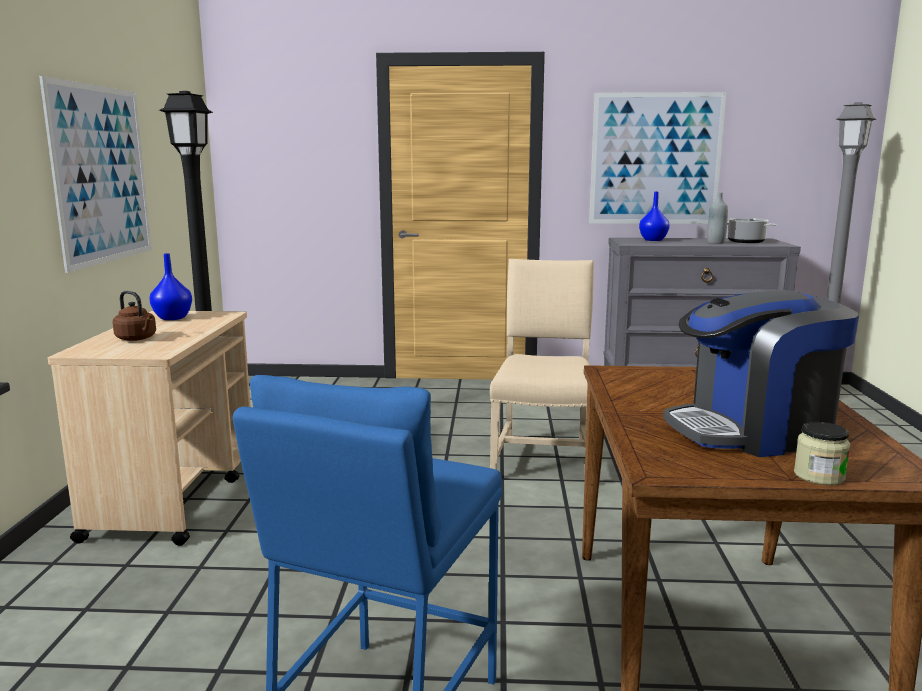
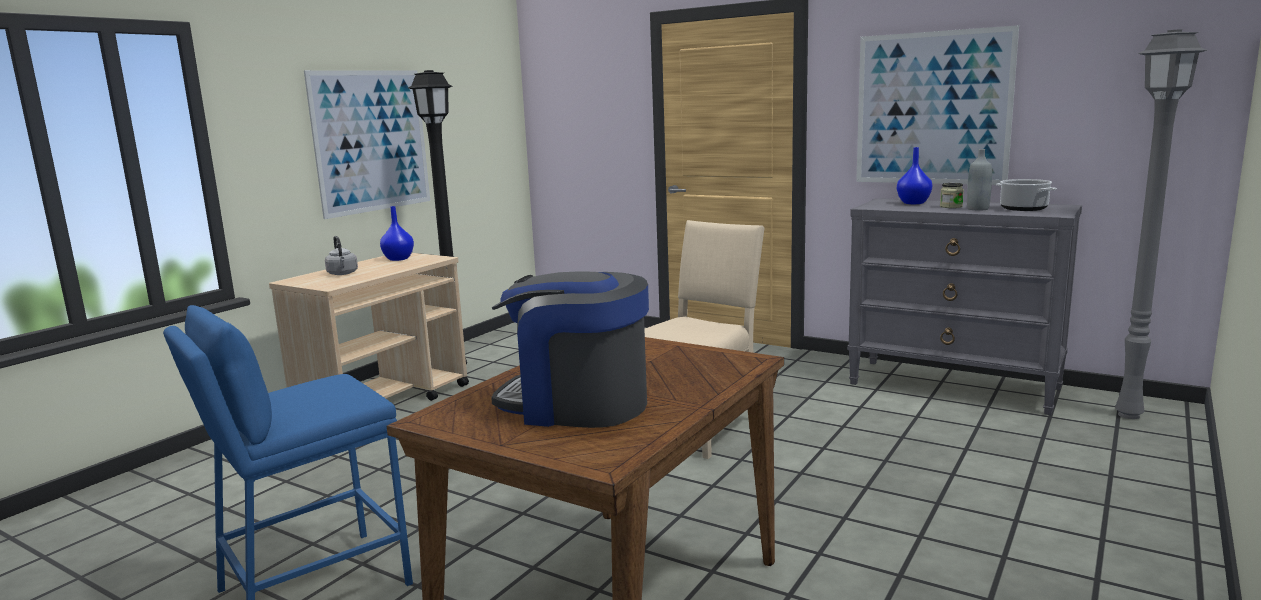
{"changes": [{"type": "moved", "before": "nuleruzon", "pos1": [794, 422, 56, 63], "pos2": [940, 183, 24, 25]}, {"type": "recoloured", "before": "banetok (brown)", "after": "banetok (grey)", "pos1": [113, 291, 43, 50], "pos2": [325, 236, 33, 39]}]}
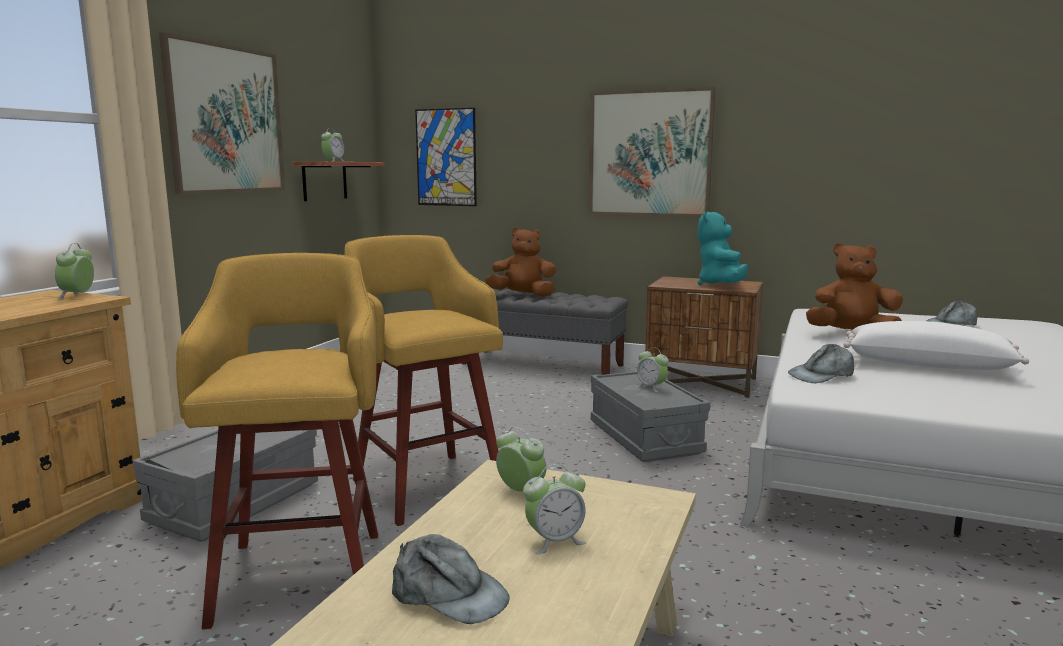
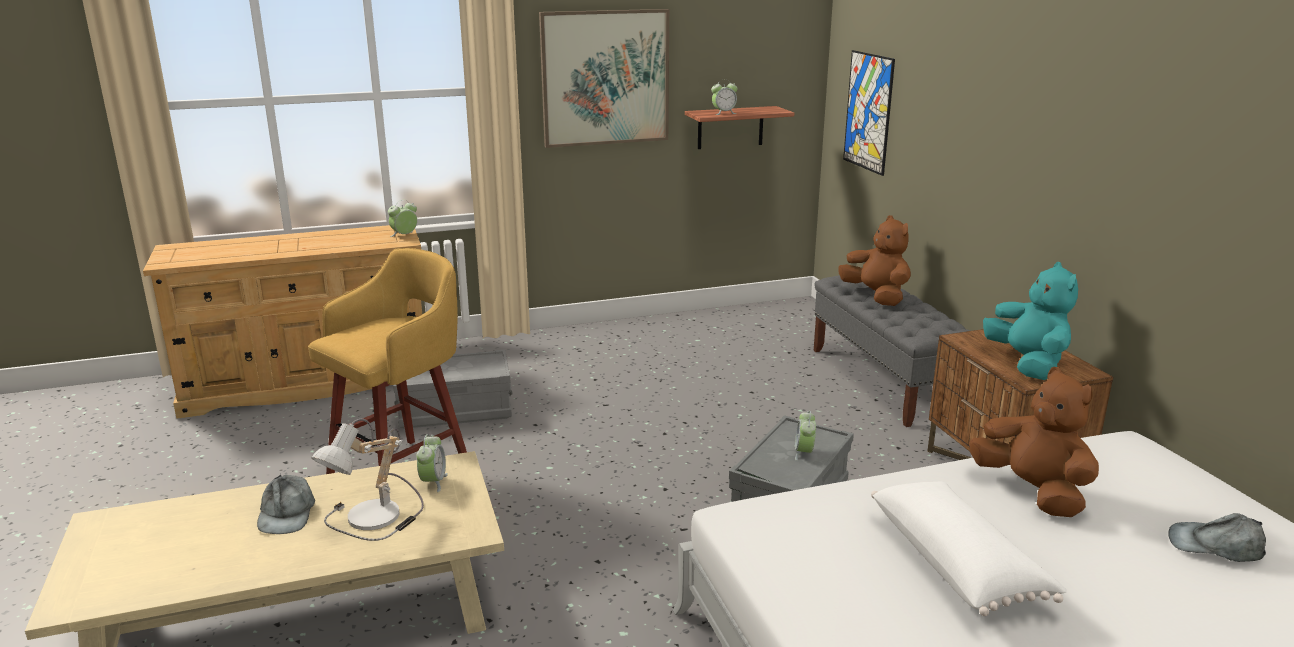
{"changes": [{"type": "removed", "before": "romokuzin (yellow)", "pos1": [344, 235, 159, 291]}, {"type": "removed", "before": "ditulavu", "pos1": [589, 87, 126, 130]}, {"type": "removed", "before": "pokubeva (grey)", "pos1": [788, 344, 66, 39]}, {"type": "replaced", "before": "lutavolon", "after": "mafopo", "pos1": [523, 464, 63, 90], "pos2": [311, 418, 113, 123]}, {"type": "turned", "before": "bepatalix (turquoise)", "pos1": [698, 211, 50, 74], "pos2": [983, 262, 95, 118], "turn": 105}]}
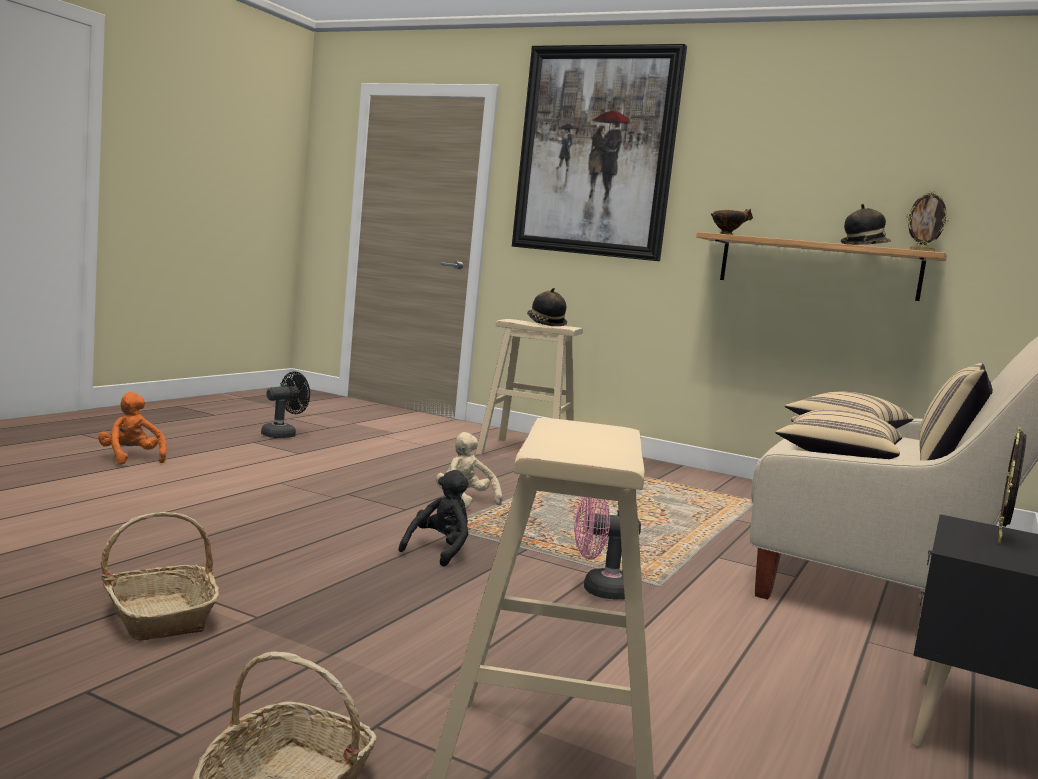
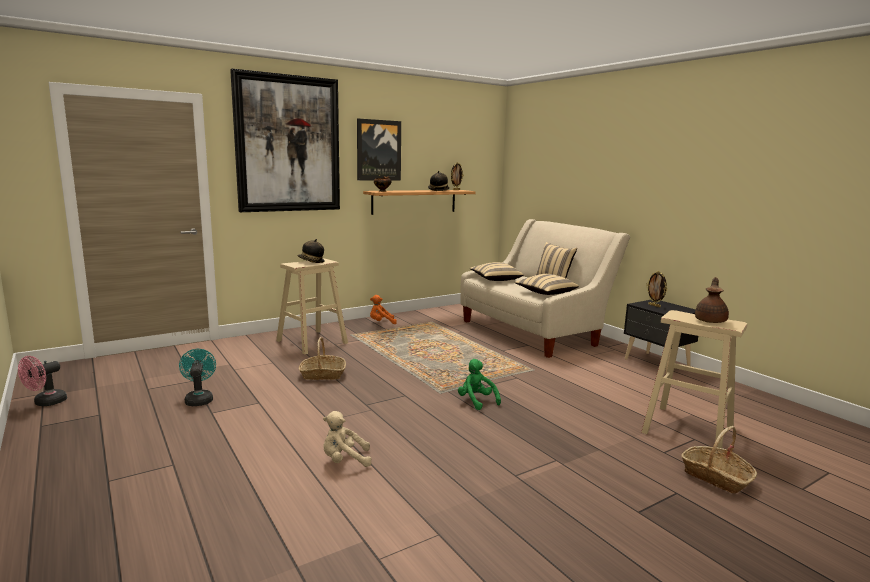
{"changes": [{"type": "added", "after": "ditulavu", "pos2": [357, 118, 44, 62]}, {"type": "added", "after": "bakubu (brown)", "pos2": [695, 277, 34, 46]}, {"type": "moved", "before": "bepatalix (orange)", "pos1": [98, 392, 69, 73], "pos2": [370, 295, 27, 29]}, {"type": "moved", "before": "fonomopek", "pos1": [101, 512, 118, 129], "pos2": [299, 337, 47, 43]}, {"type": "moved", "before": "bepatalix (beige)", "pos1": [436, 432, 67, 76], "pos2": [323, 411, 49, 56]}, {"type": "moved", "before": "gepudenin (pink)", "pos1": [575, 497, 66, 103], "pos2": [18, 356, 49, 50]}, {"type": "recoloured", "before": "gepudenin (black)", "after": "gepudenin (turquoise)", "pos1": [261, 371, 49, 67], "pos2": [179, 349, 37, 57]}, {"type": "recoloured", "before": "bepatalix (black)", "after": "bepatalix (green)", "pos1": [398, 470, 70, 97], "pos2": [458, 359, 43, 51]}]}
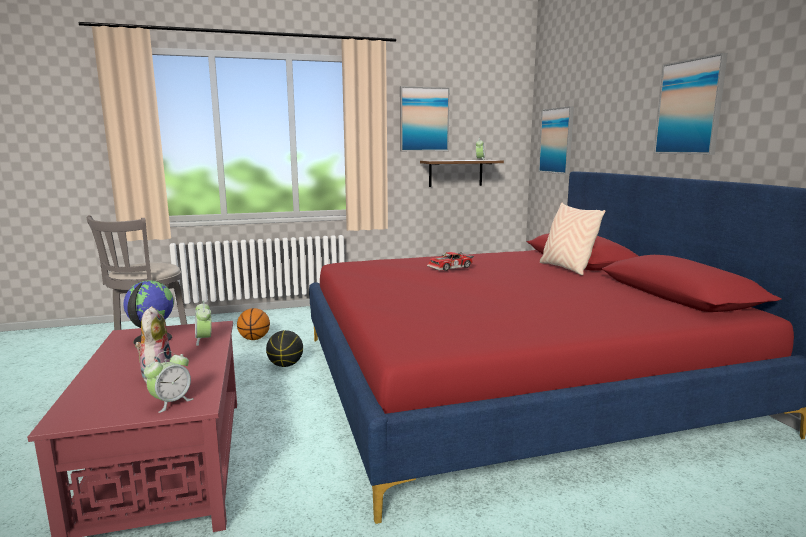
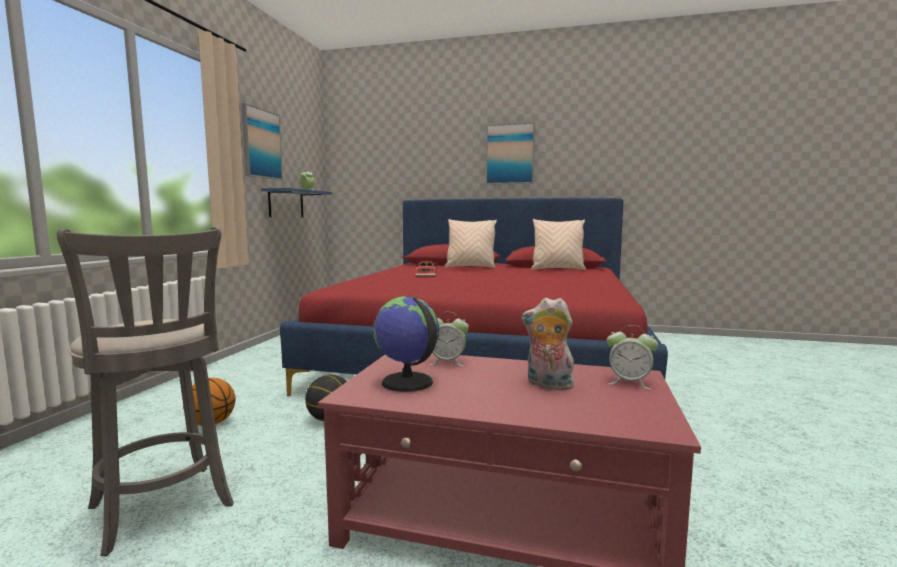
{"changes": [{"type": "removed", "before": "ditulavu", "pos1": [538, 106, 36, 68]}, {"type": "added", "after": "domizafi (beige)", "pos2": [531, 219, 55, 51]}, {"type": "recoloured", "before": "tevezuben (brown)", "after": "tevezuben (blue)", "pos1": [420, 160, 84, 27], "pos2": [261, 188, 71, 29]}, {"type": "turned", "before": "lutavolon", "pos1": [144, 351, 50, 62], "pos2": [607, 325, 51, 65], "turn": 135}]}
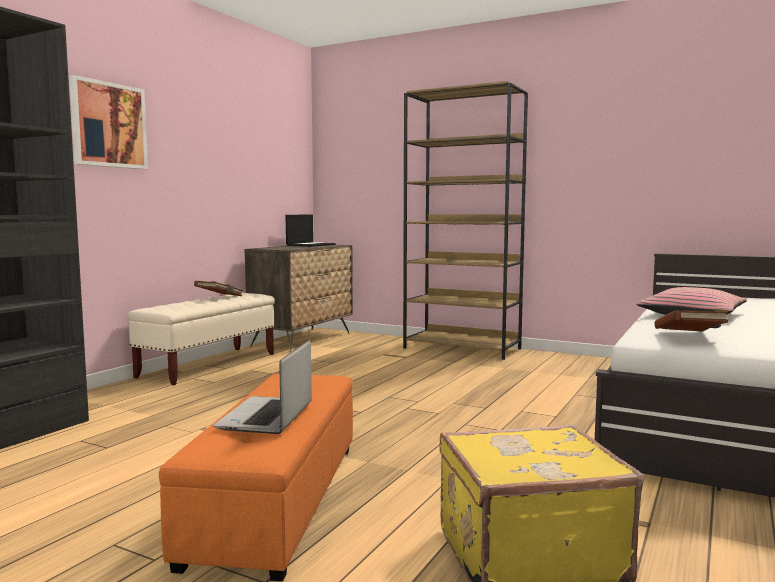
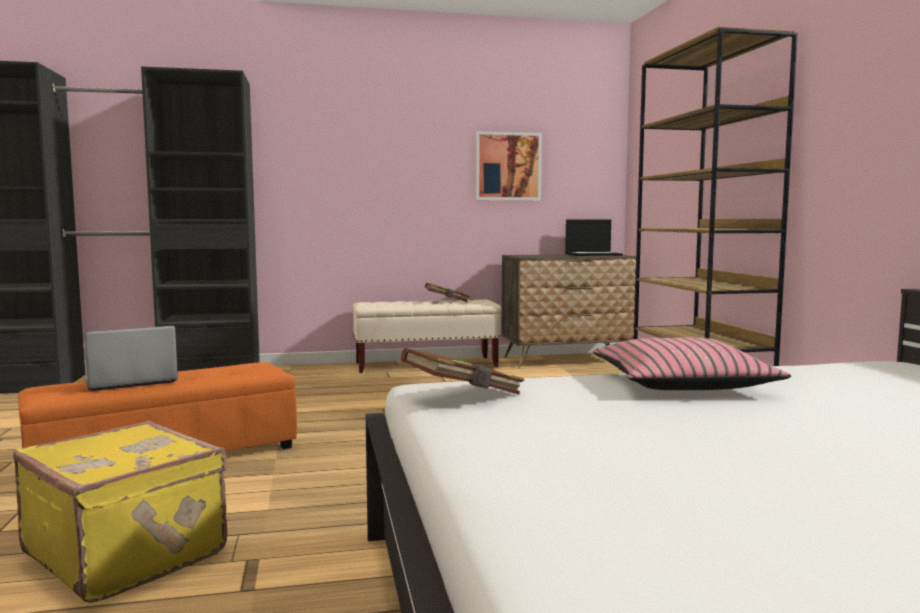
{"changes": [{"type": "moved", "before": "ditulavu", "pos1": [69, 75, 79, 94], "pos2": [475, 131, 67, 70]}]}
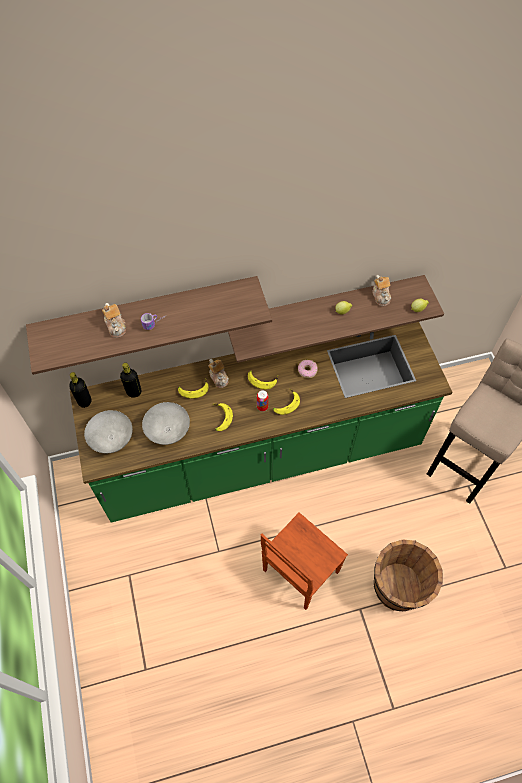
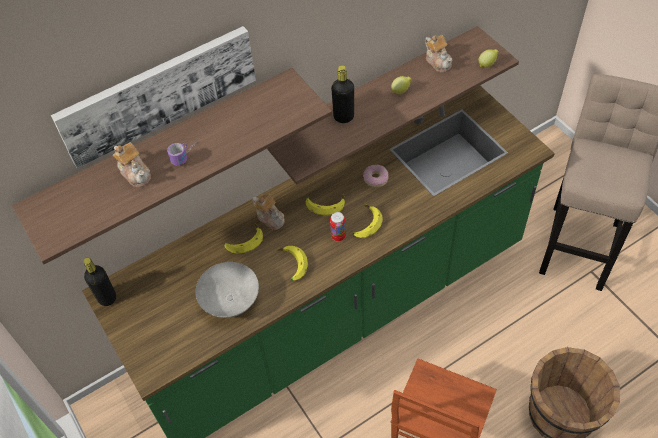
{"changes": [{"type": "removed", "before": "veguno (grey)", "pos1": [84, 410, 49, 43]}, {"type": "added", "after": "ditulavu", "pos2": [51, 26, 205, 142]}, {"type": "moved", "before": "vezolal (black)", "pos1": [120, 363, 22, 35], "pos2": [331, 65, 23, 58]}]}
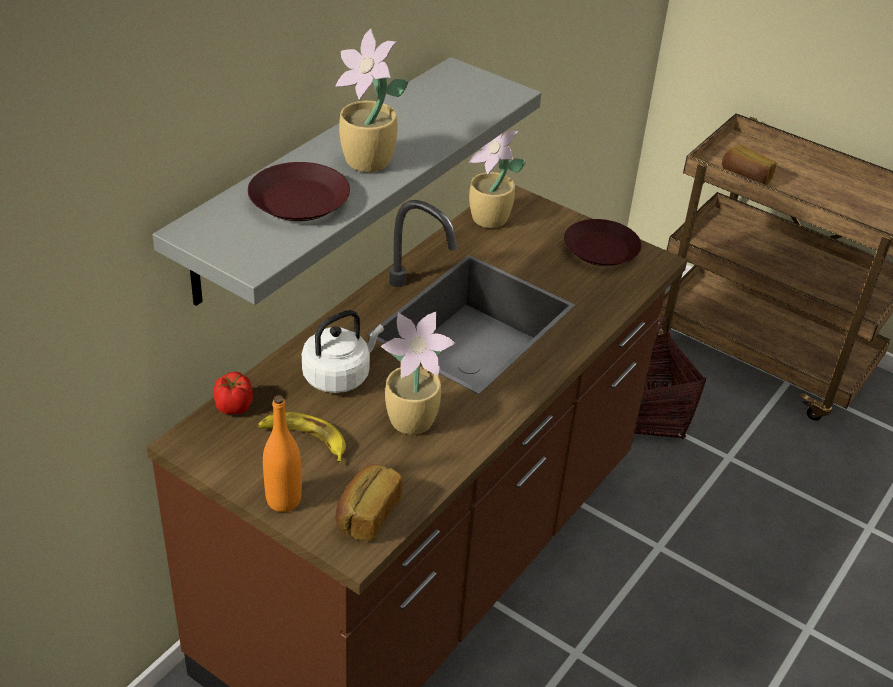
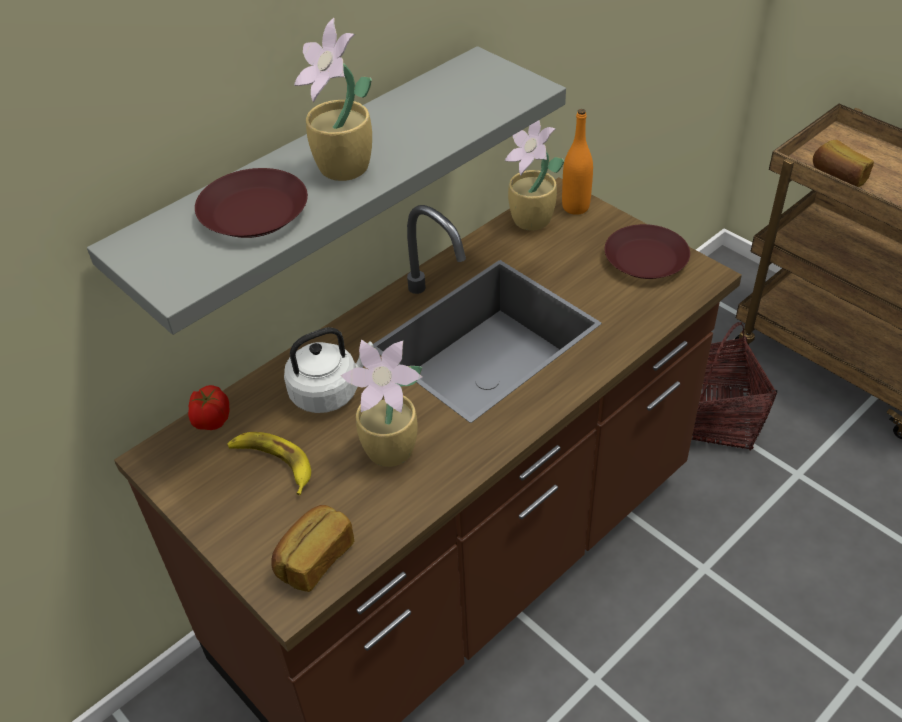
{"changes": [{"type": "moved", "before": "vezolal (orange)", "pos1": [263, 395, 39, 117], "pos2": [562, 109, 31, 106]}]}
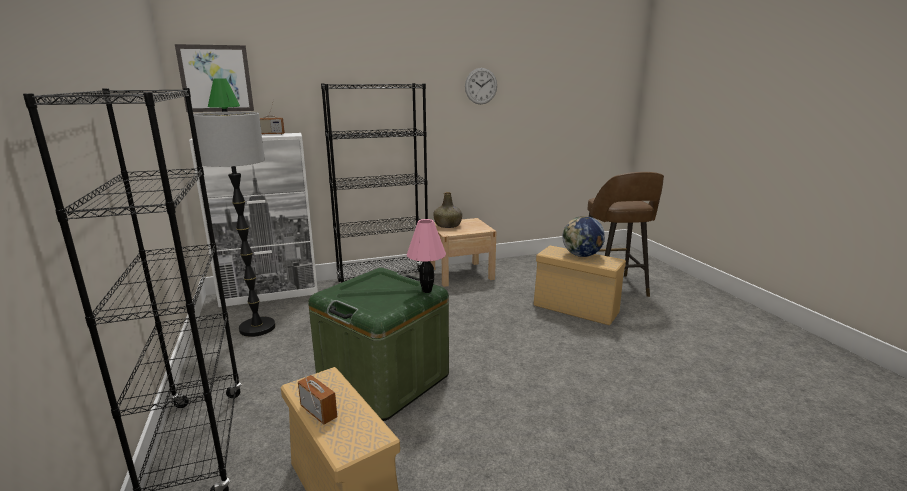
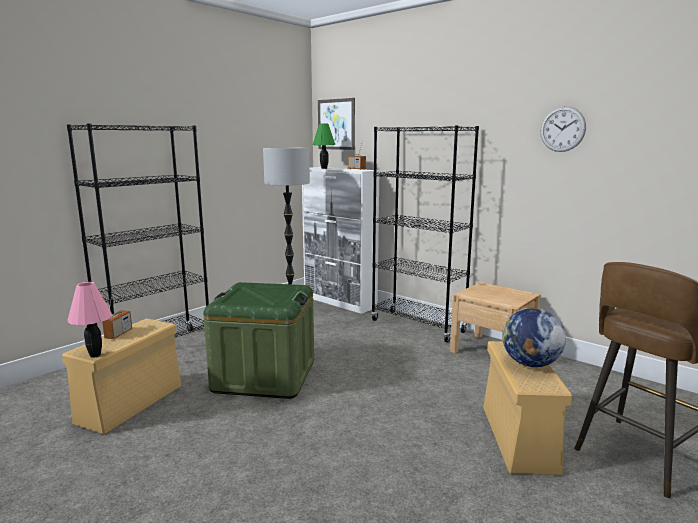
{"changes": [{"type": "removed", "before": "vezolal (green)", "pos1": [433, 192, 29, 36]}, {"type": "moved", "before": "mafopo (pink)", "pos1": [407, 219, 39, 74], "pos2": [67, 282, 45, 76]}]}
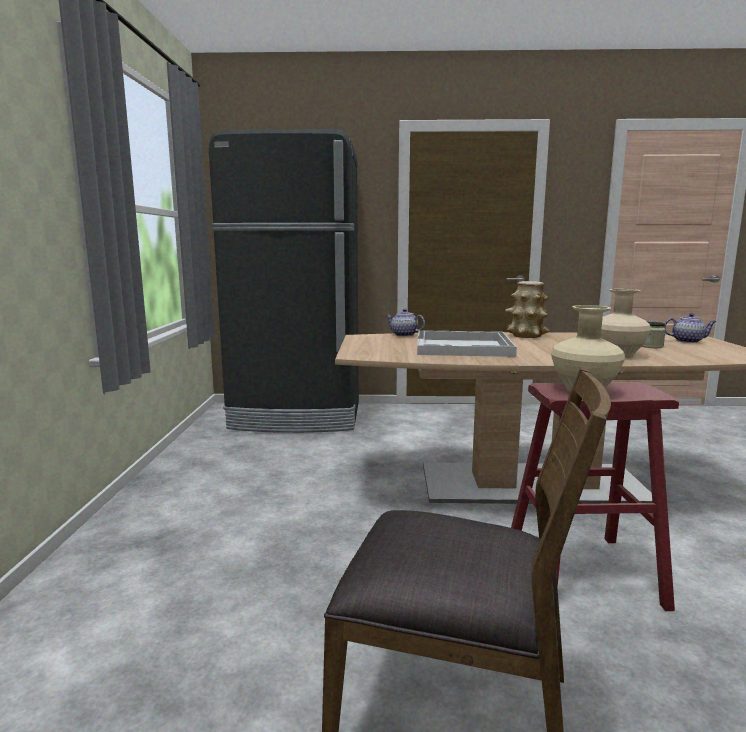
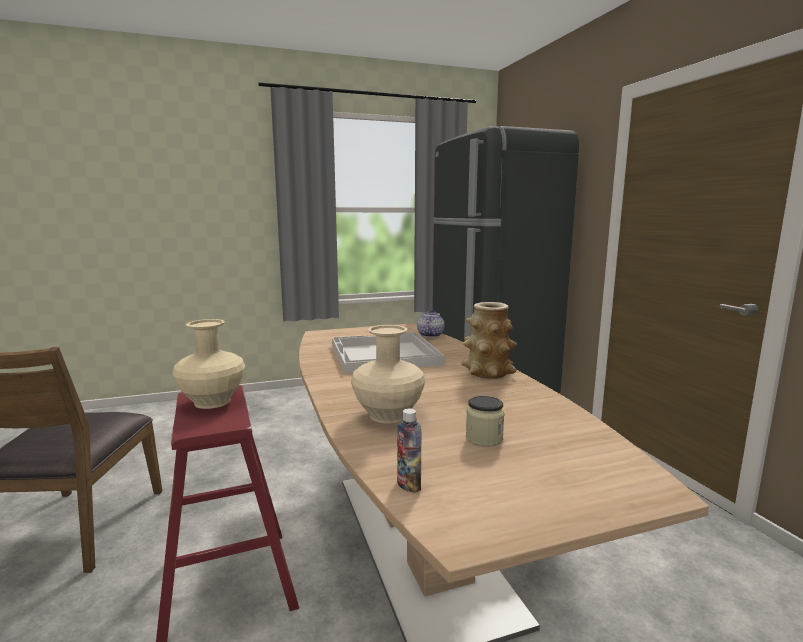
{"changes": [{"type": "removed", "before": "bakubu", "pos1": [664, 313, 52, 30]}, {"type": "added", "after": "vezolal", "pos2": [397, 409, 25, 84]}]}
